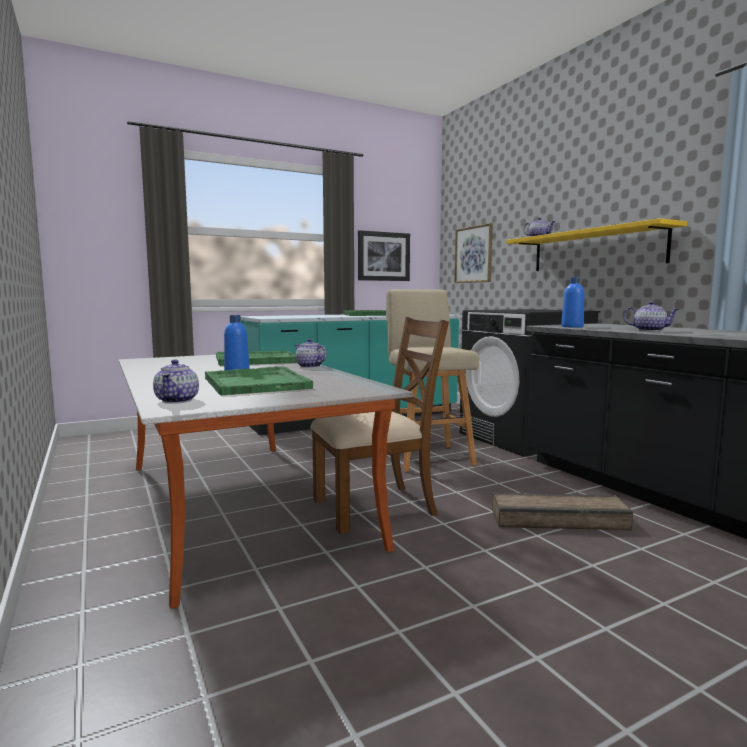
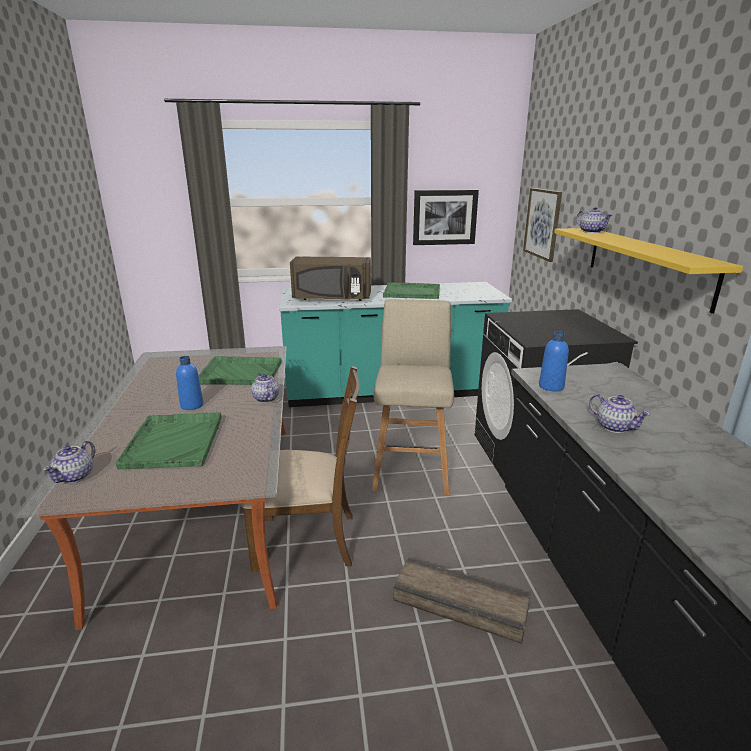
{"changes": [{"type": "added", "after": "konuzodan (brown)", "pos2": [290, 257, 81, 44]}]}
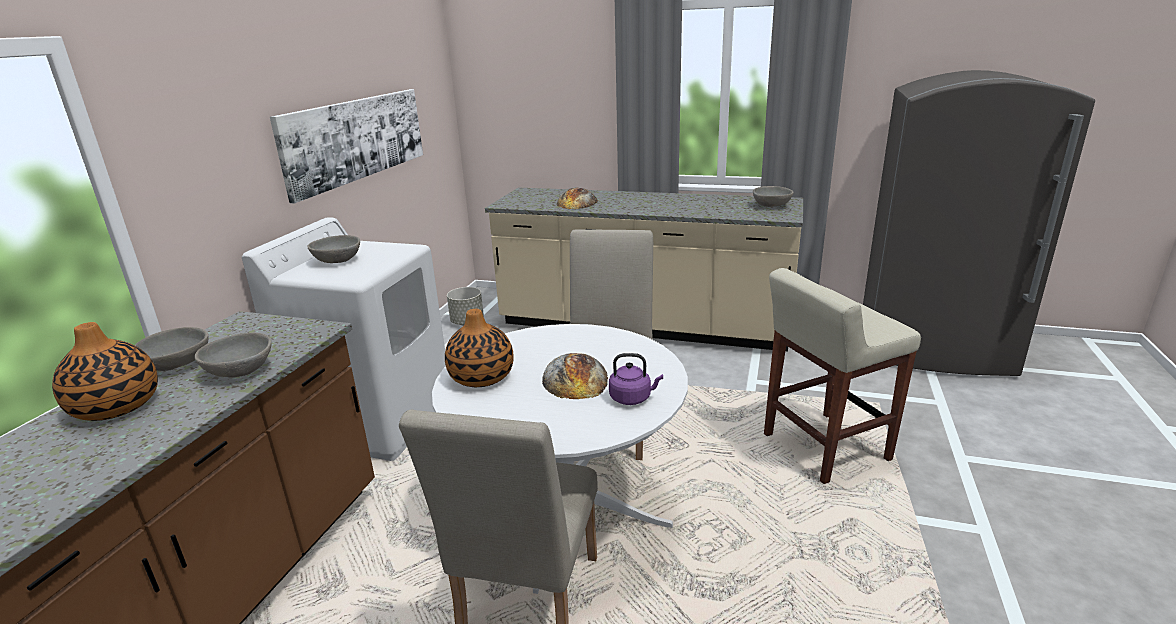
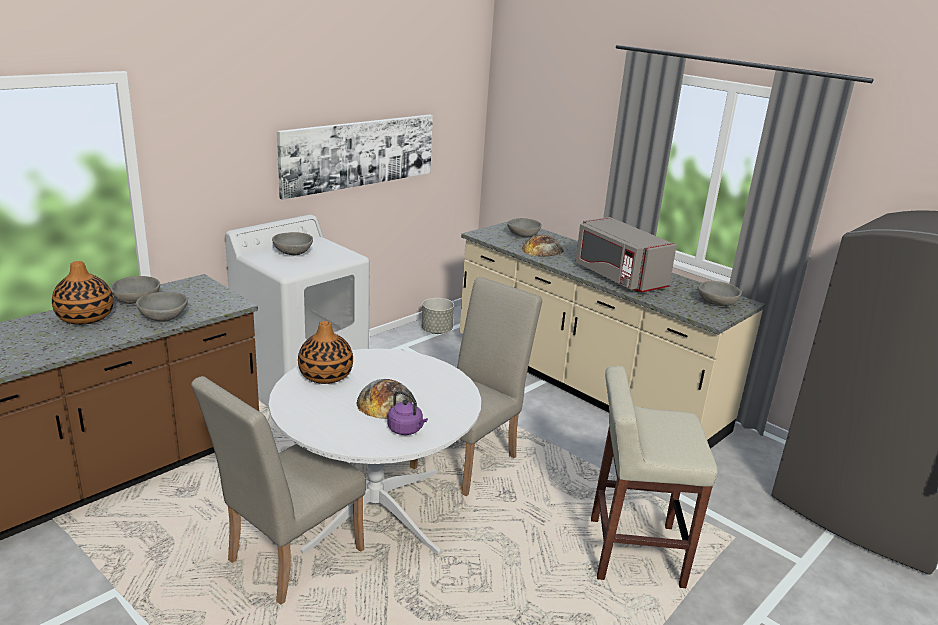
{"changes": [{"type": "added", "after": "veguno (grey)", "pos2": [507, 218, 35, 19]}, {"type": "added", "after": "konuzodan (grey)", "pos2": [575, 217, 102, 76]}]}
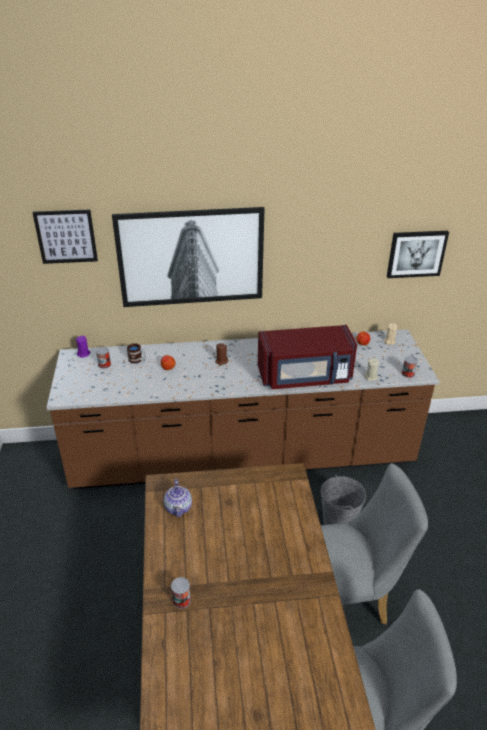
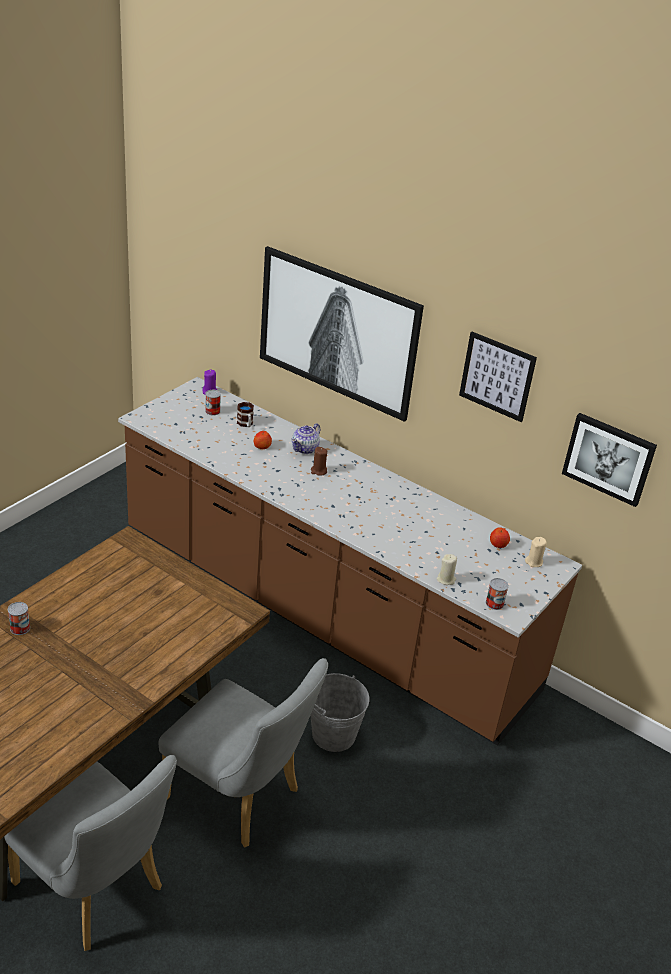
{"changes": [{"type": "removed", "before": "konuzodan (red)", "pos1": [258, 325, 99, 64]}, {"type": "moved", "before": "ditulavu", "pos1": [32, 210, 66, 54], "pos2": [459, 332, 78, 90]}, {"type": "moved", "before": "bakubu", "pos1": [164, 479, 28, 38], "pos2": [292, 423, 28, 31]}]}
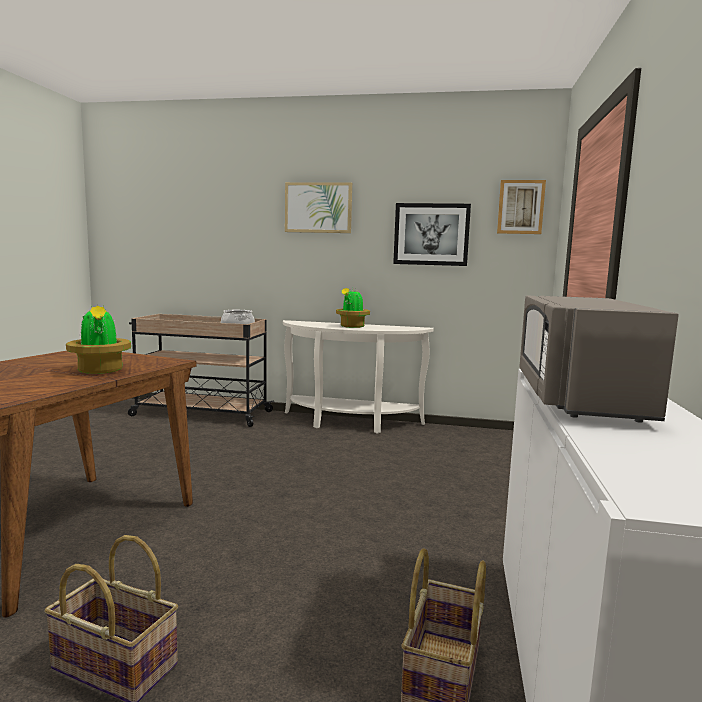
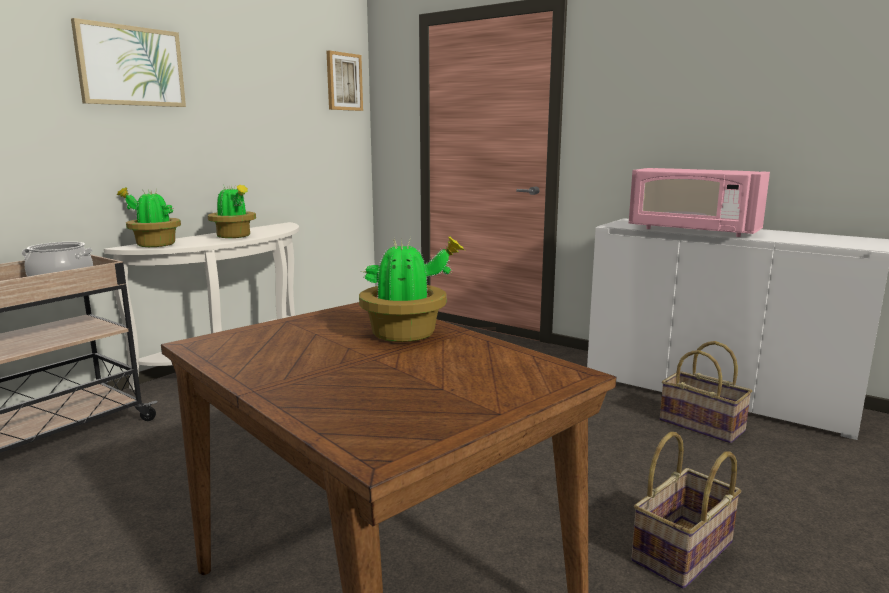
{"changes": [{"type": "removed", "before": "ditulavu", "pos1": [393, 203, 78, 63]}, {"type": "added", "after": "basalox", "pos2": [116, 187, 65, 60]}, {"type": "recoloured", "before": "konuzodan (grey)", "after": "konuzodan (pink)", "pos1": [520, 296, 159, 127], "pos2": [629, 168, 141, 69]}]}
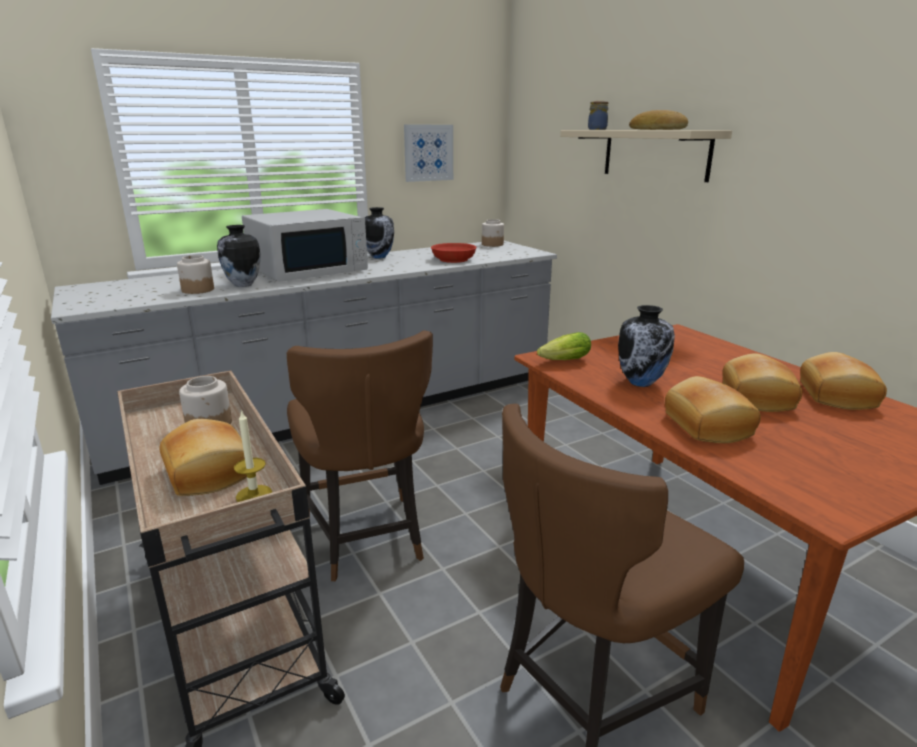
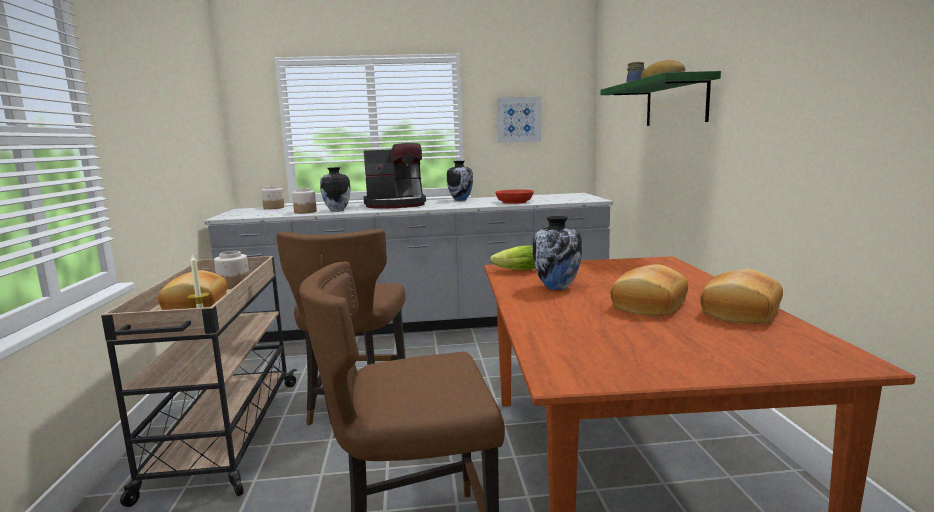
{"changes": [{"type": "removed", "before": "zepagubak", "pos1": [665, 376, 96, 67]}, {"type": "moved", "before": "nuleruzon", "pos1": [482, 219, 22, 28], "pos2": [261, 185, 23, 24]}, {"type": "replaced", "before": "konuzodan (white)", "after": "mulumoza", "pos1": [242, 209, 126, 73], "pos2": [364, 143, 62, 65]}, {"type": "recoloured", "before": "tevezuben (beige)", "after": "tevezuben (green)", "pos1": [560, 130, 172, 52], "pos2": [600, 71, 121, 55]}]}
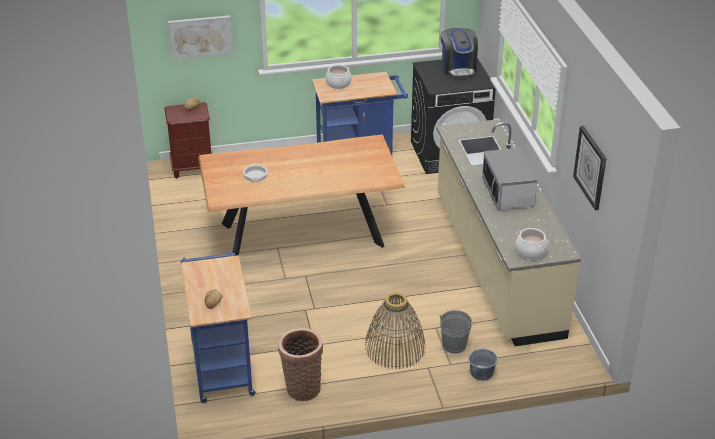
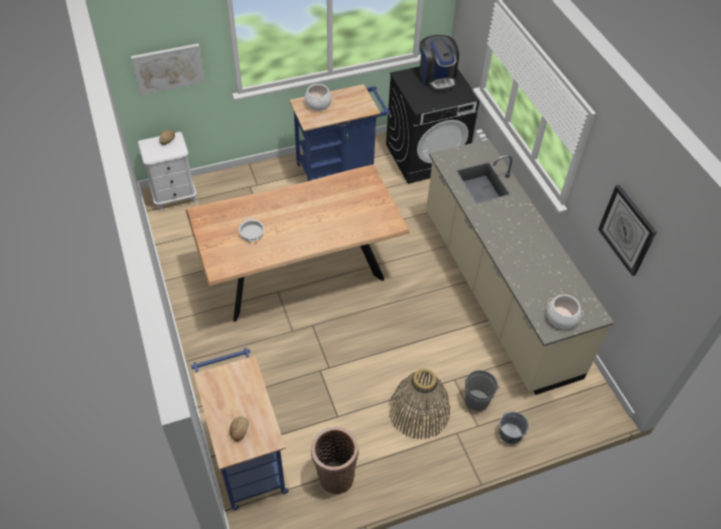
{"changes": [{"type": "removed", "before": "konuzodan", "pos1": [482, 148, 55, 62]}, {"type": "recoloured", "before": "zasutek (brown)", "after": "zasutek (white)", "pos1": [164, 102, 48, 76], "pos2": [138, 132, 59, 79]}]}
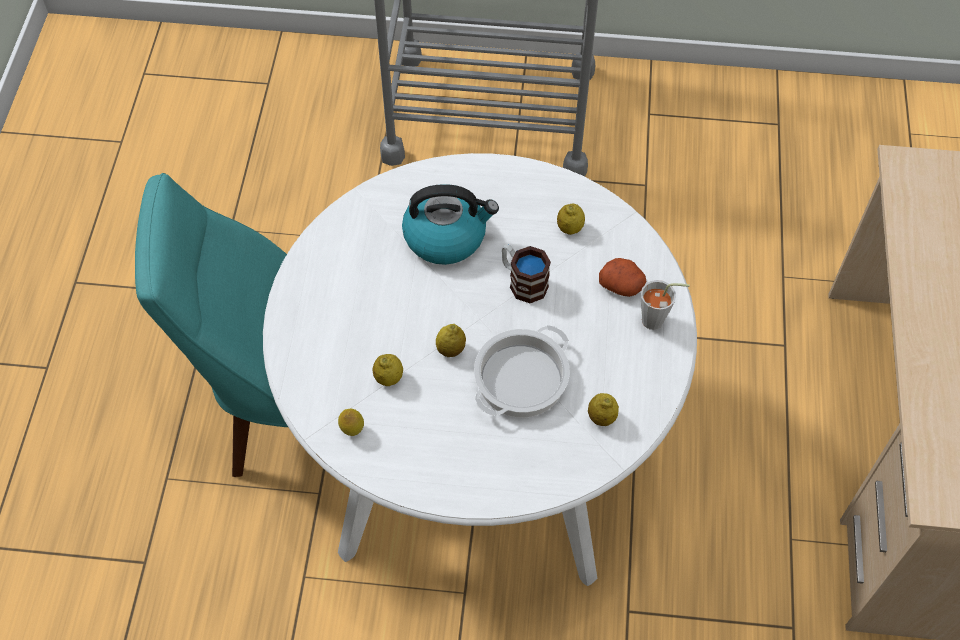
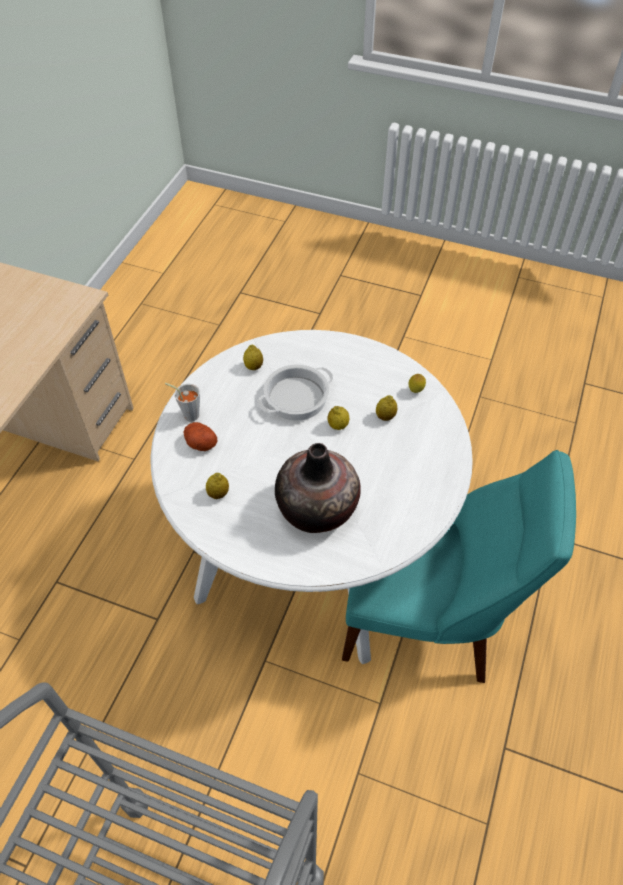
{"changes": [{"type": "removed", "before": "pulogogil", "pos1": [502, 244, 49, 59]}, {"type": "replaced", "before": "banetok", "after": "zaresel", "pos1": [402, 184, 97, 81], "pos2": [275, 443, 86, 90]}]}
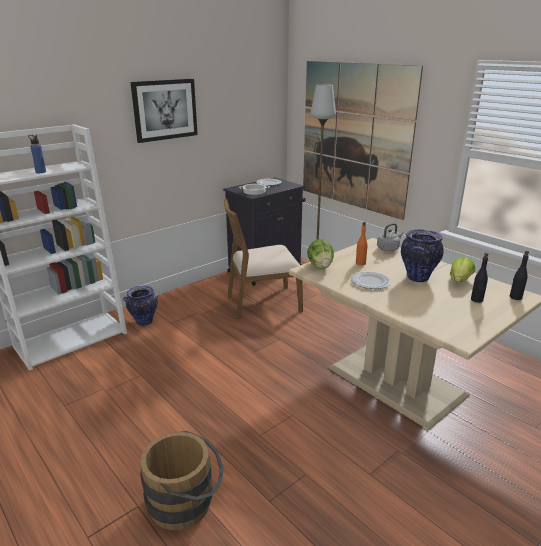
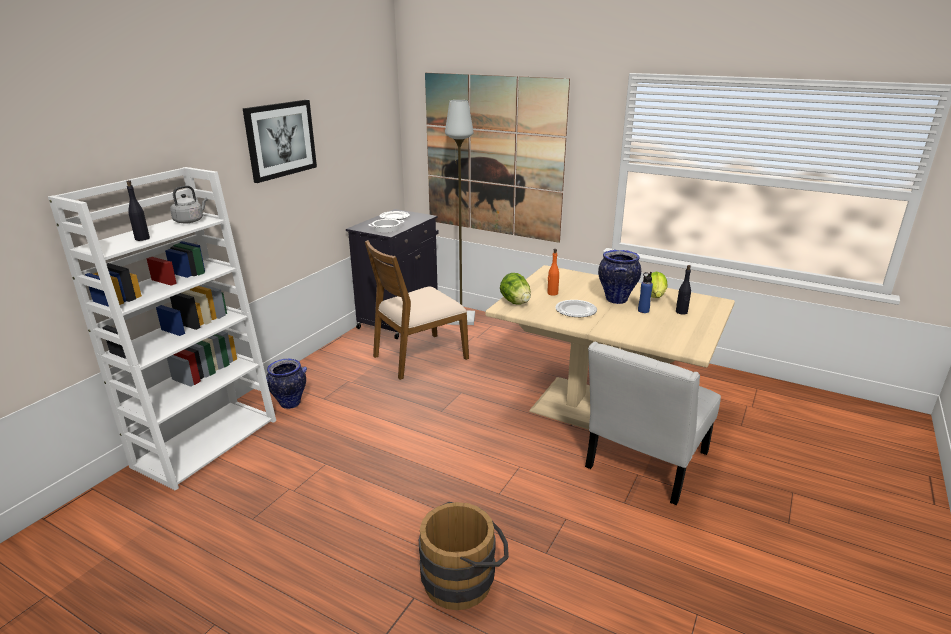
{"changes": [{"type": "added", "after": "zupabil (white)", "pos2": [585, 342, 136, 163]}, {"type": "moved", "before": "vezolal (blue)", "pos1": [28, 135, 18, 38], "pos2": [638, 272, 15, 41]}, {"type": "moved", "before": "banetok (grey)", "pos1": [377, 223, 26, 28], "pos2": [170, 186, 38, 37]}, {"type": "moved", "before": "vezolal (black)", "pos1": [510, 251, 19, 49], "pos2": [126, 180, 24, 61]}]}
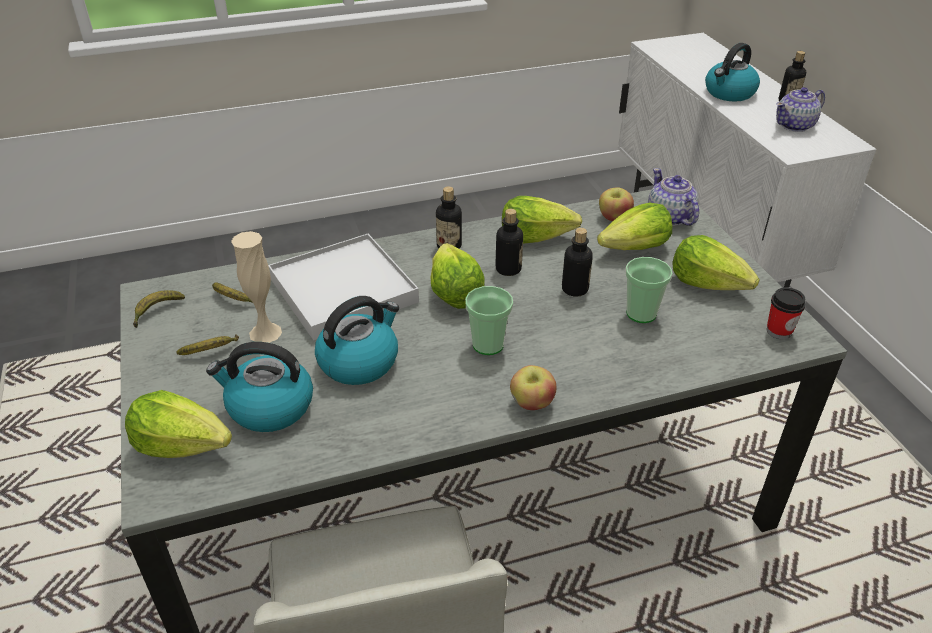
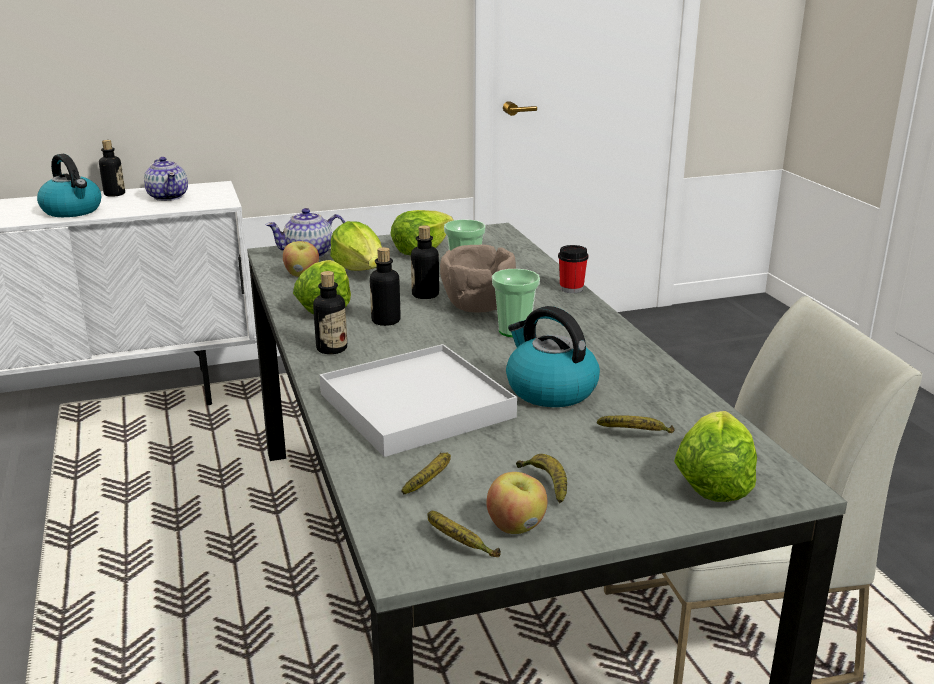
{"changes": [{"type": "removed", "before": "zaresel (beige)", "pos1": [231, 231, 51, 112]}, {"type": "removed", "before": "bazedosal", "pos1": [431, 243, 54, 66]}, {"type": "added", "after": "veguno (brown)", "pos2": [440, 244, 76, 69]}, {"type": "moved", "before": "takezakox", "pos1": [510, 365, 46, 45], "pos2": [487, 472, 60, 62]}, {"type": "moved", "before": "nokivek", "pos1": [767, 287, 39, 52], "pos2": [558, 245, 30, 48]}, {"type": "replaced", "before": "banetok", "after": "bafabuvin", "pos1": [206, 342, 107, 90], "pos2": [597, 415, 77, 18]}]}
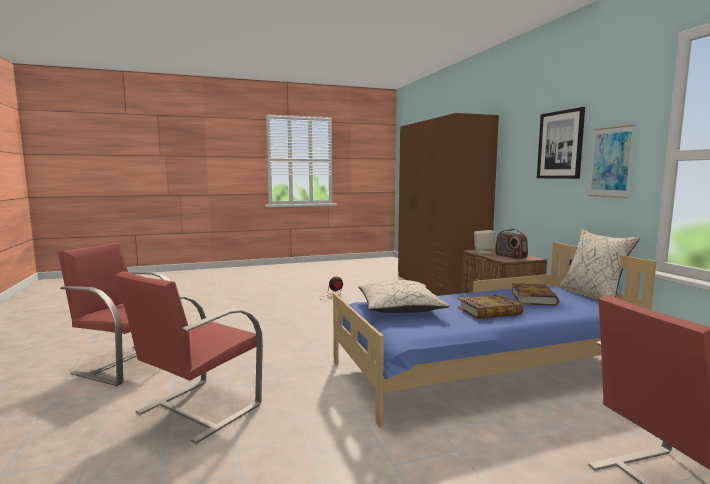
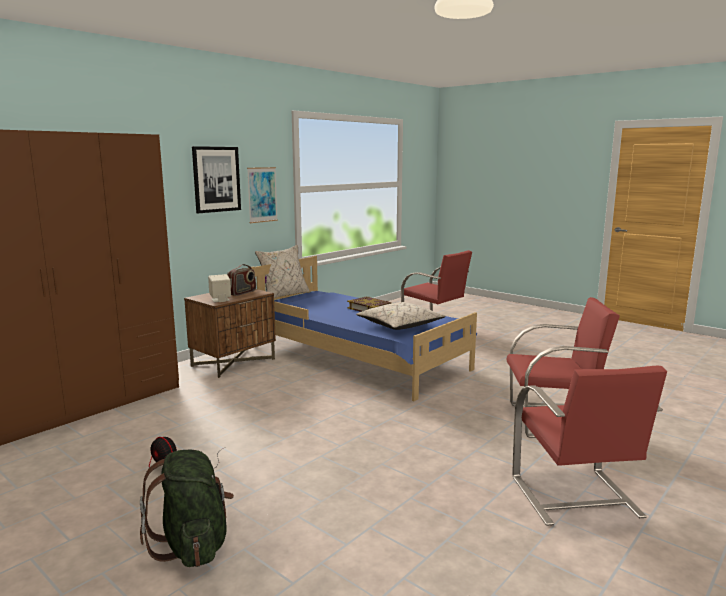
{"changes": [{"type": "removed", "before": "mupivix", "pos1": [512, 283, 47, 23]}, {"type": "added", "after": "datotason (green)", "pos2": [140, 450, 94, 117]}]}
